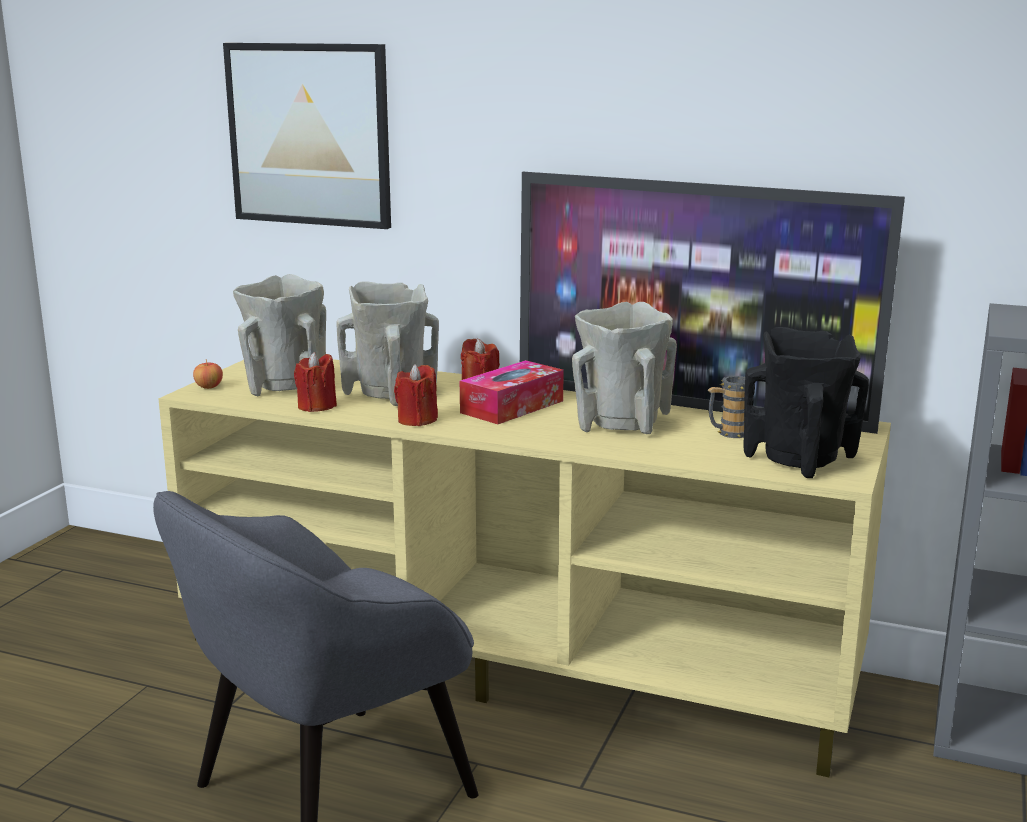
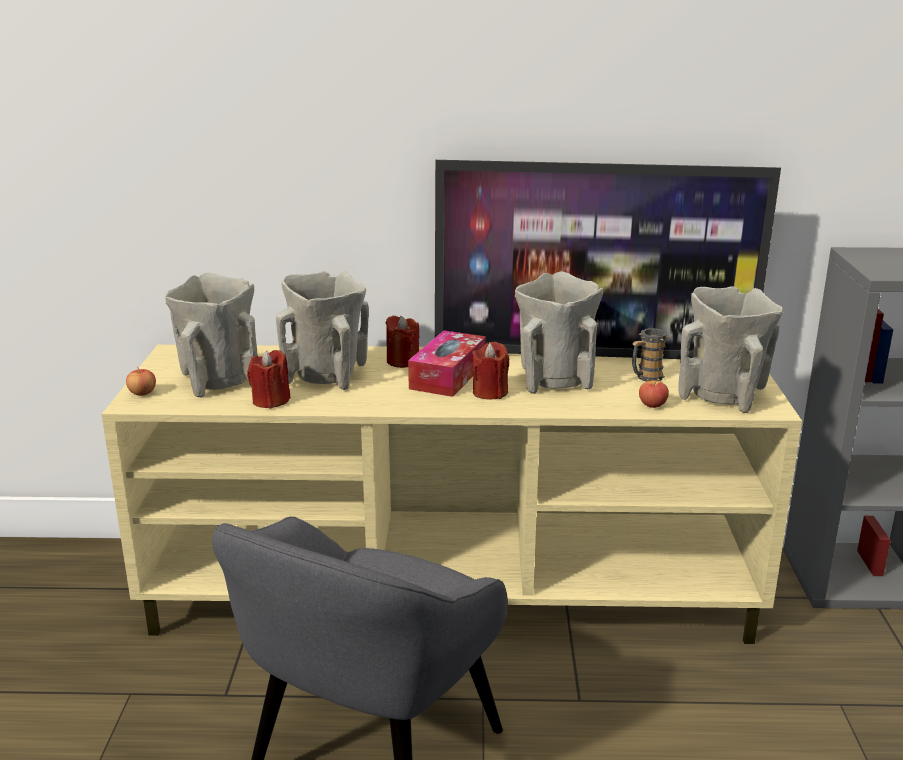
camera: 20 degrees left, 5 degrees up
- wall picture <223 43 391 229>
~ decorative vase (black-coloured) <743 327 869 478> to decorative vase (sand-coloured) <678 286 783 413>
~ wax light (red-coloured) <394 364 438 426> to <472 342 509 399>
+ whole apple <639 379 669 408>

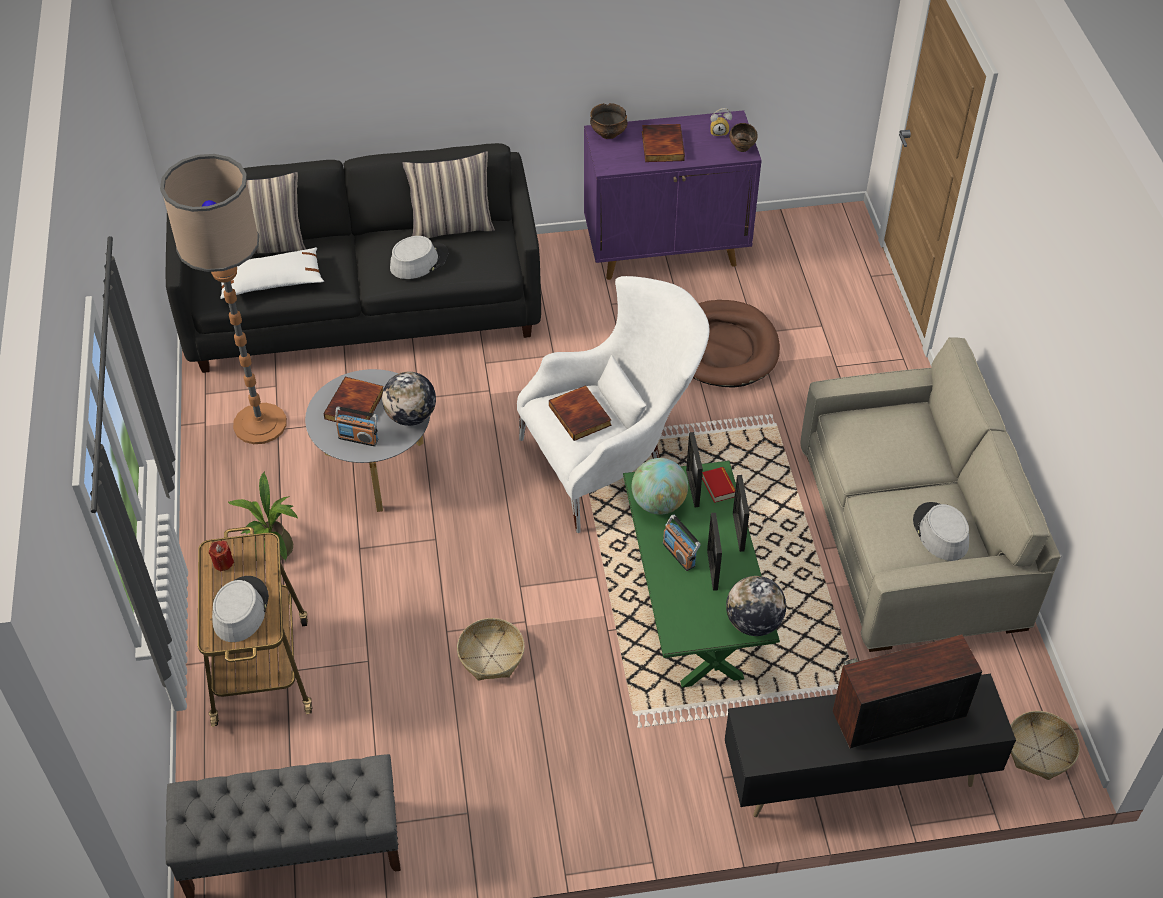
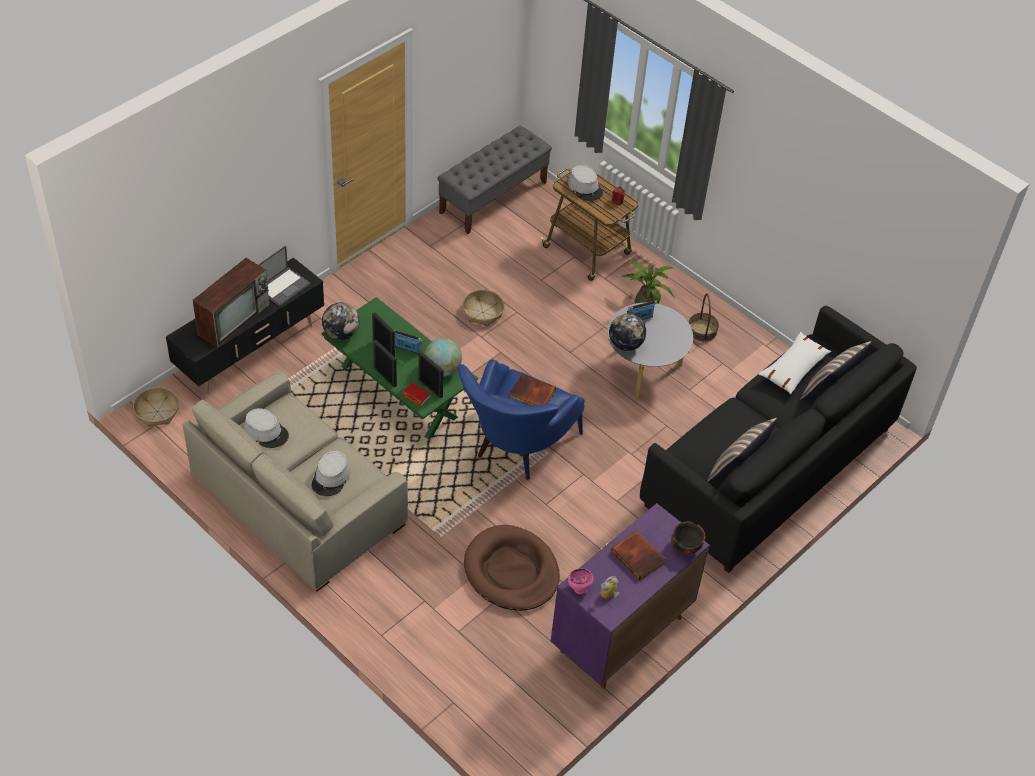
camera: 140 degrees right, 0 degrees up
~ deep dish (brown-coloured) <729 123 758 152> to deep dish (pink) <568 569 594 594>
- standard lamp <160 154 287 444>
~ clothing hat (grey) <390 236 448 279> to <311 451 350 496>
~ lounge chair (white-coloured) <517 276 709 533> to lounge chair (blue) <458 359 585 480>
- bound book <324 377 384 422>
+ notebook computer <258 245 311 307>
+ storage basket <689 293 719 342>

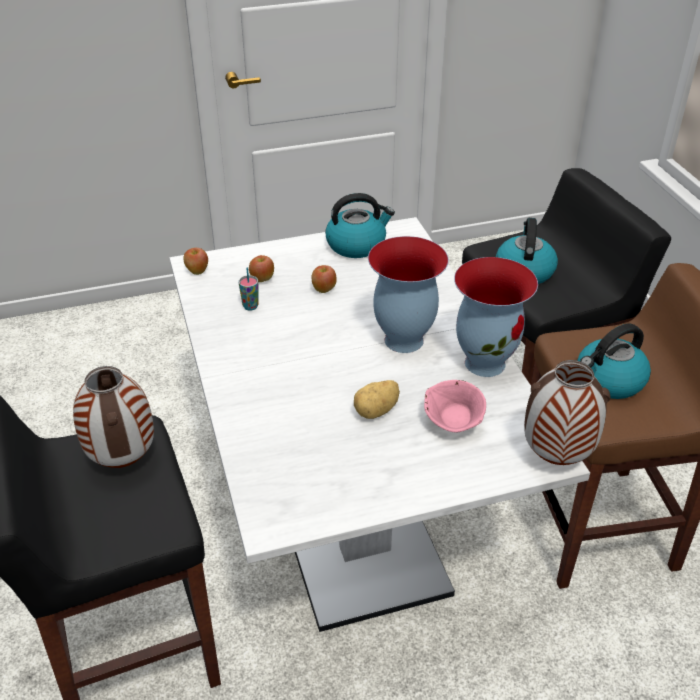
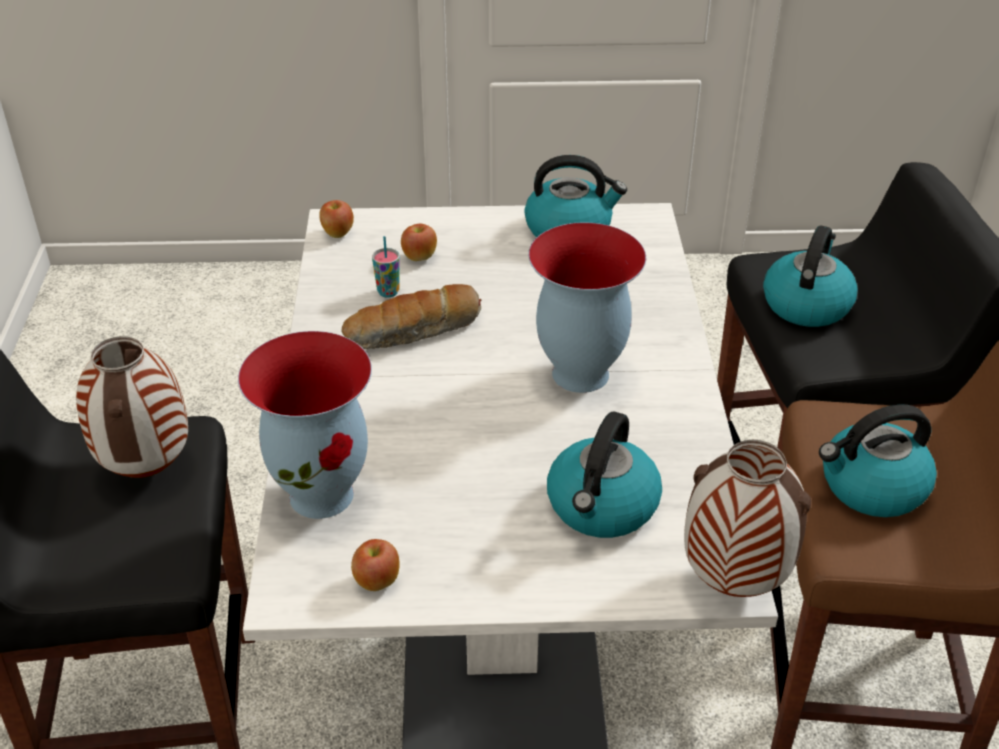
camera: 15 degrees right, 0 degrees up
~ decorative vase <454 257 538 377> to <238 331 372 519>
~ whole apple <312 265 337 293> to <351 539 400 591>
- spud <354 380 400 419>
~ deep dish (pink) <424 380 486 432> to kettle <547 412 662 538>
+ baked bread <341 284 481 349>

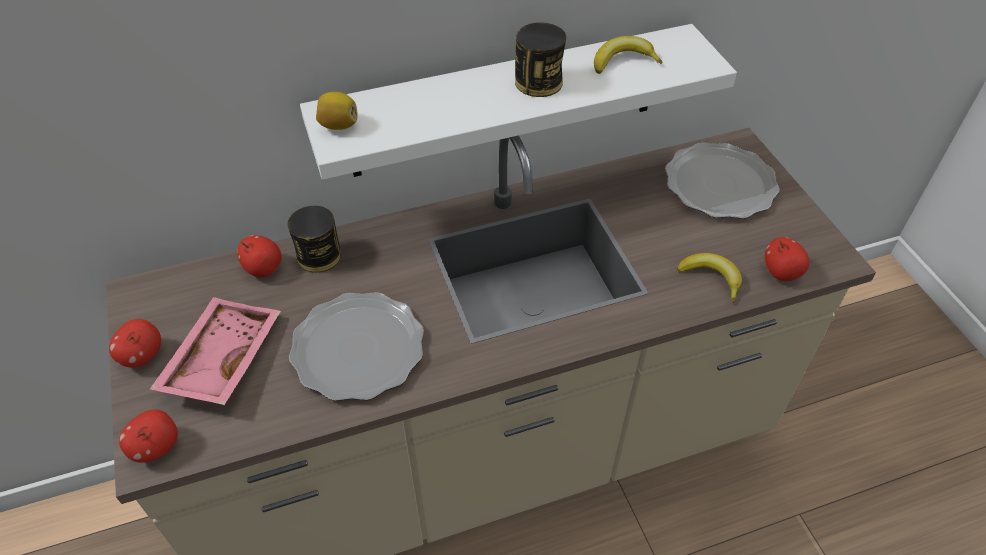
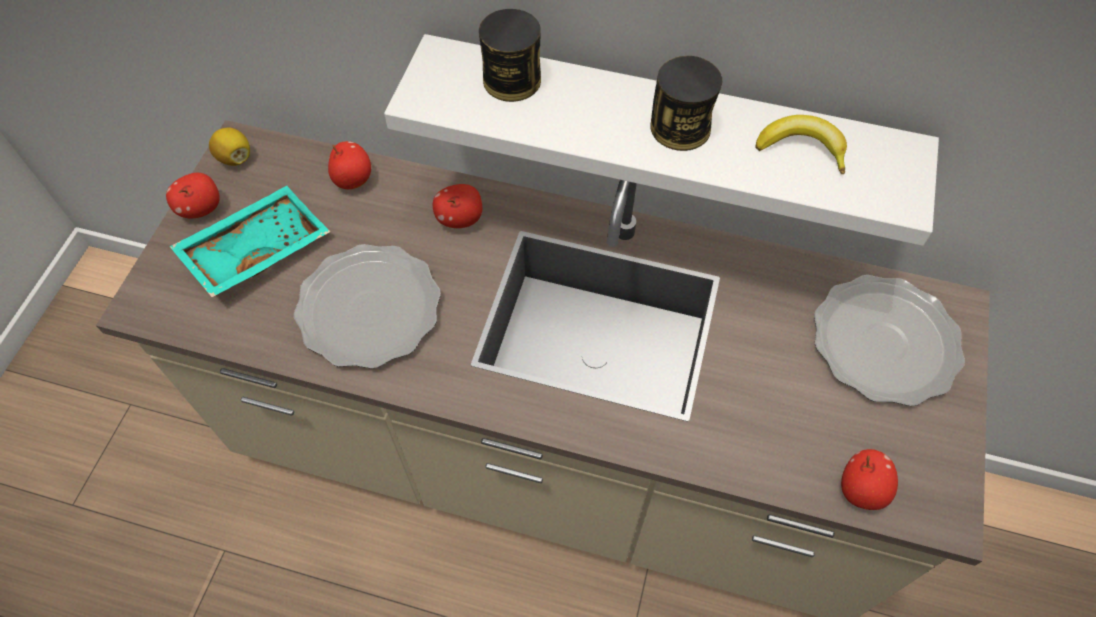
camera: 35 degrees right, 10 degrees up
~ lemon <316 92 358 130> to <209 128 250 166>
~ metal can <287 206 341 273> to <479 9 541 102>
- banana <677 253 742 302>
~ tray (pink) <150 297 281 405> to tray (blue-green) <169 186 330 297>
~ whole apple <119 409 178 463> to <433 184 482 228>

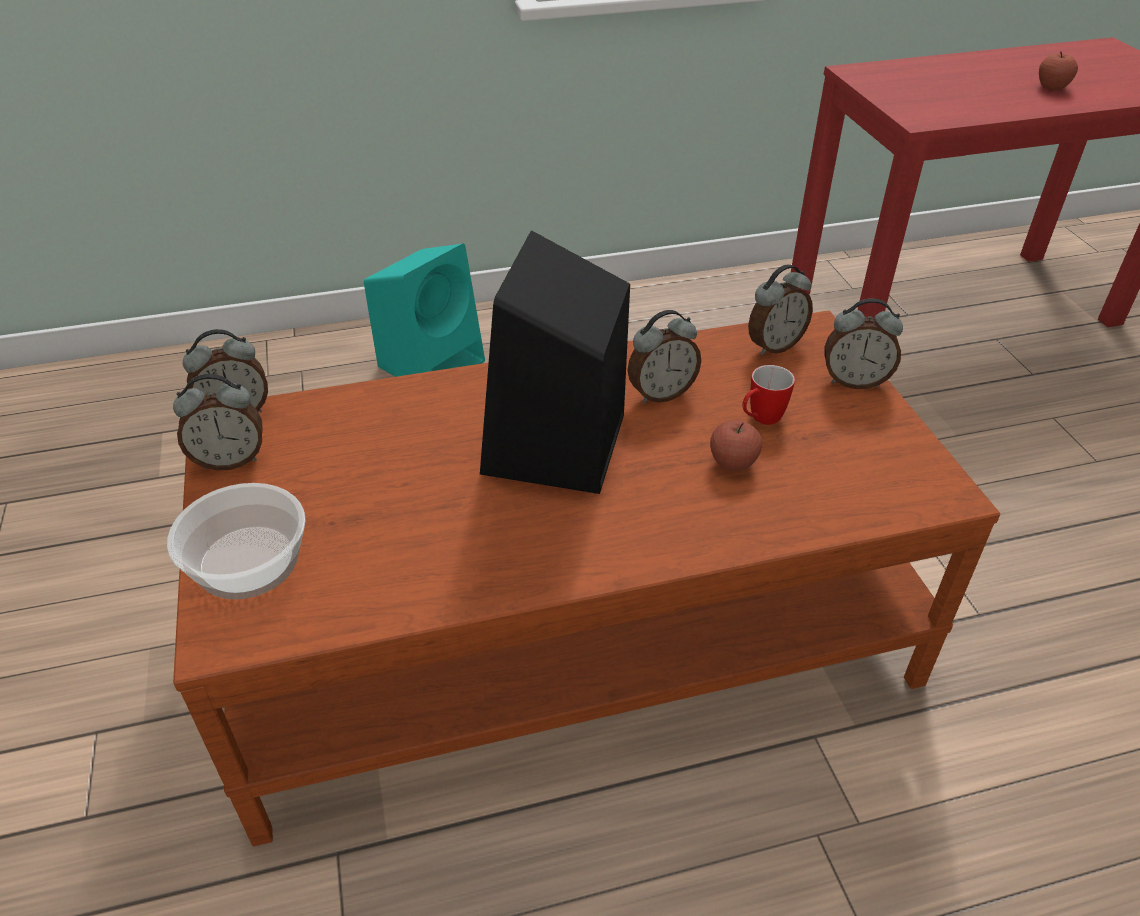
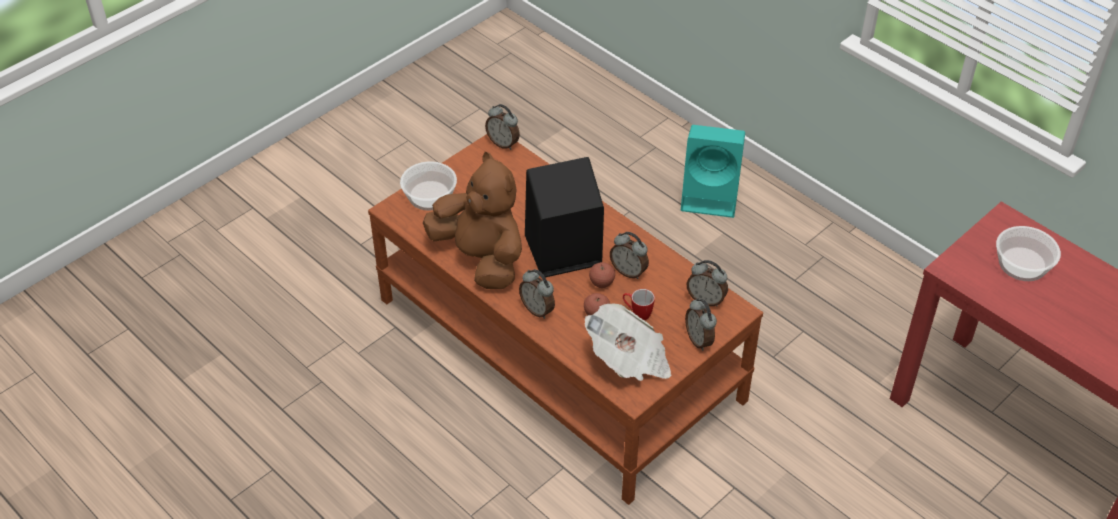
camera: 60 degrees right, 5 degrees up
~ whole apple <1039 52 1078 90> to <589 262 615 288>
~ alarm clock <173 374 263 470> to <519 269 555 319>
+ plush toy (brown-coloured) <423 152 522 289>
+ deep dish <996 226 1061 281>
+ daily paper <585 303 672 381>

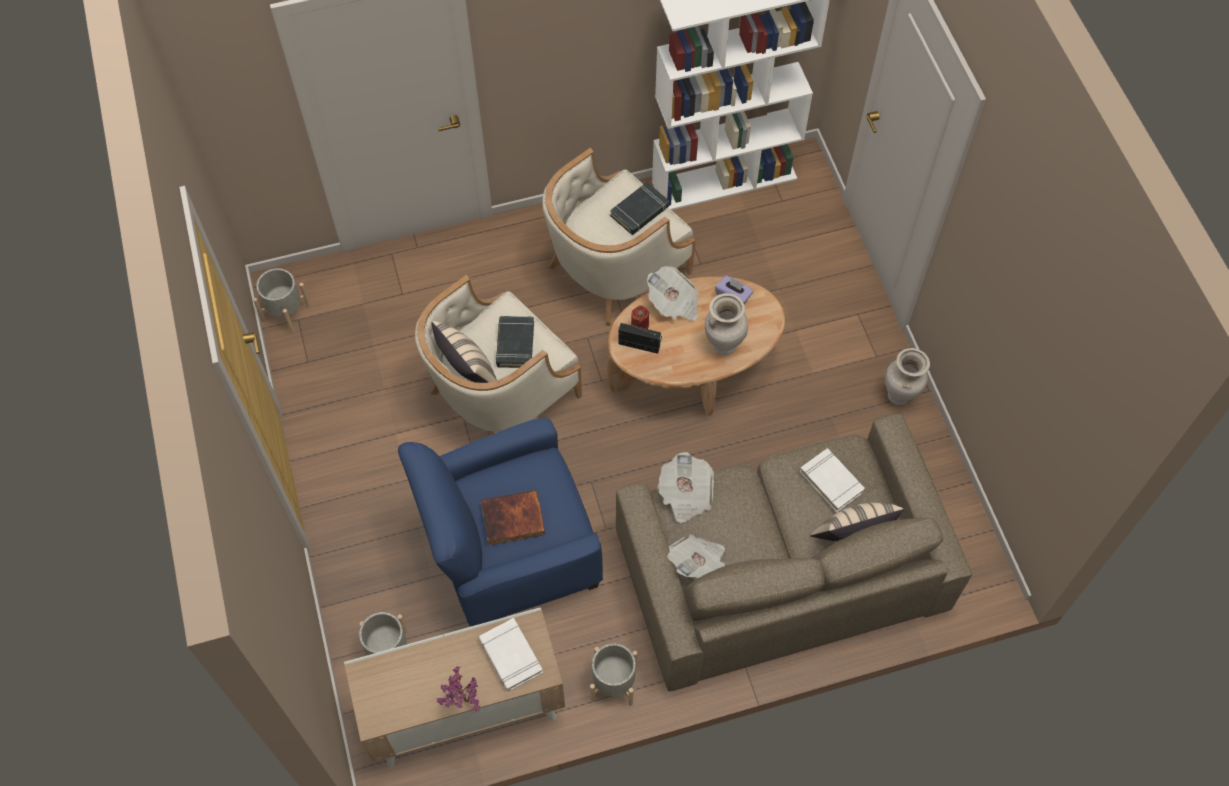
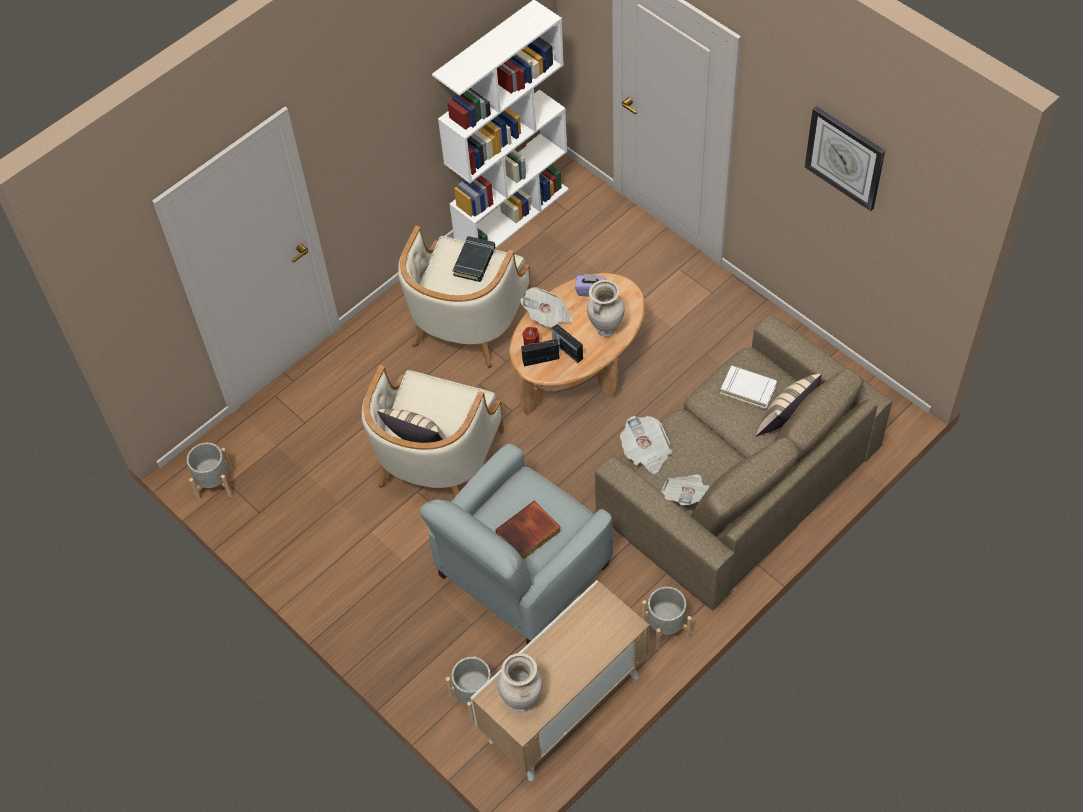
camera: 25 degrees left, 5 degrees down
- bound book (black-coloured) <496 316 534 368>
~ decorative vase (sand-coloured) <885 348 930 405> to <498 653 542 712>
~ lounge chair (blue) <398 418 603 626> to lounge chair (grey) <420 444 613 644>
- bound book (white-coloured) <479 618 543 692>
- plant in a pot <437 667 480 713>
+ hanging clock <805 106 885 211>
+ radio <552 324 583 363>

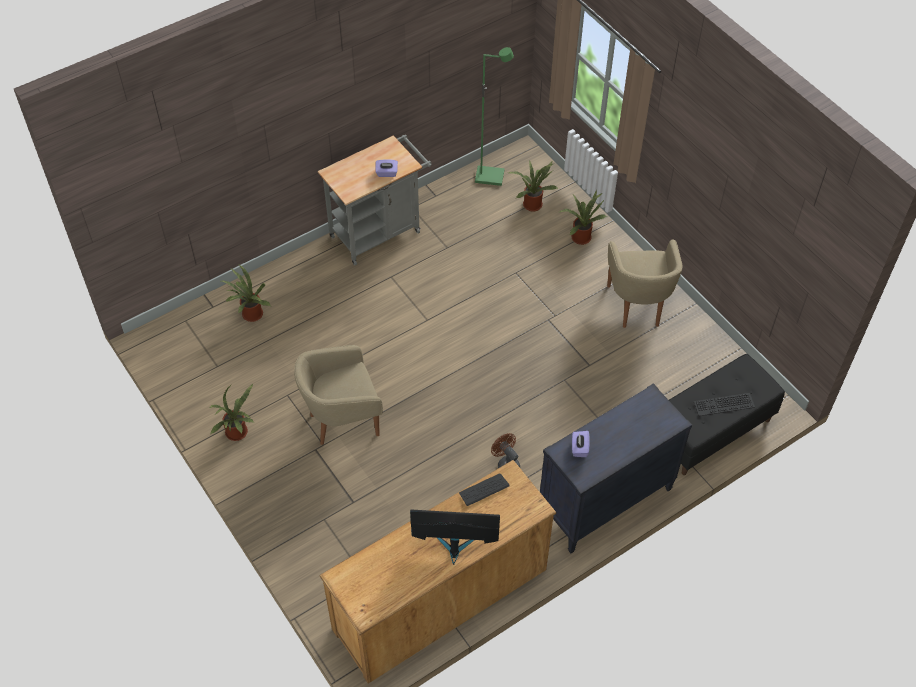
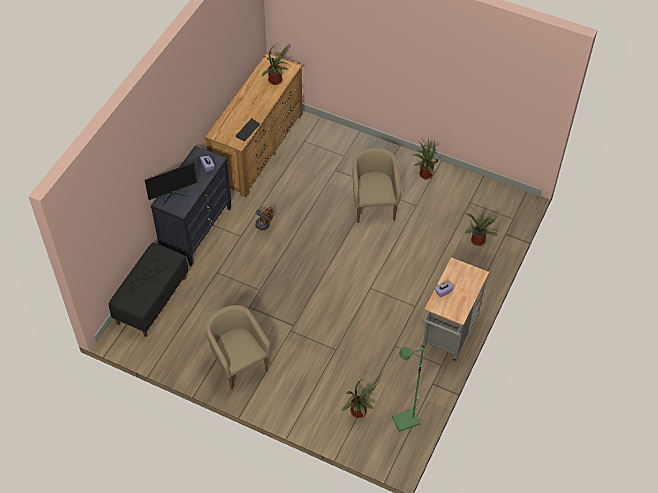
camera: 150 degrees right, 0 degrees up
~ plant in a pot <560 190 607 245> to <261 45 288 85>
~ lounge chair (sand-coloured) <294 345 383 445> = <352 148 401 223> 45 degrees counterclockwise
~ monitor <410 509 500 565> to <145 162 197 207>

